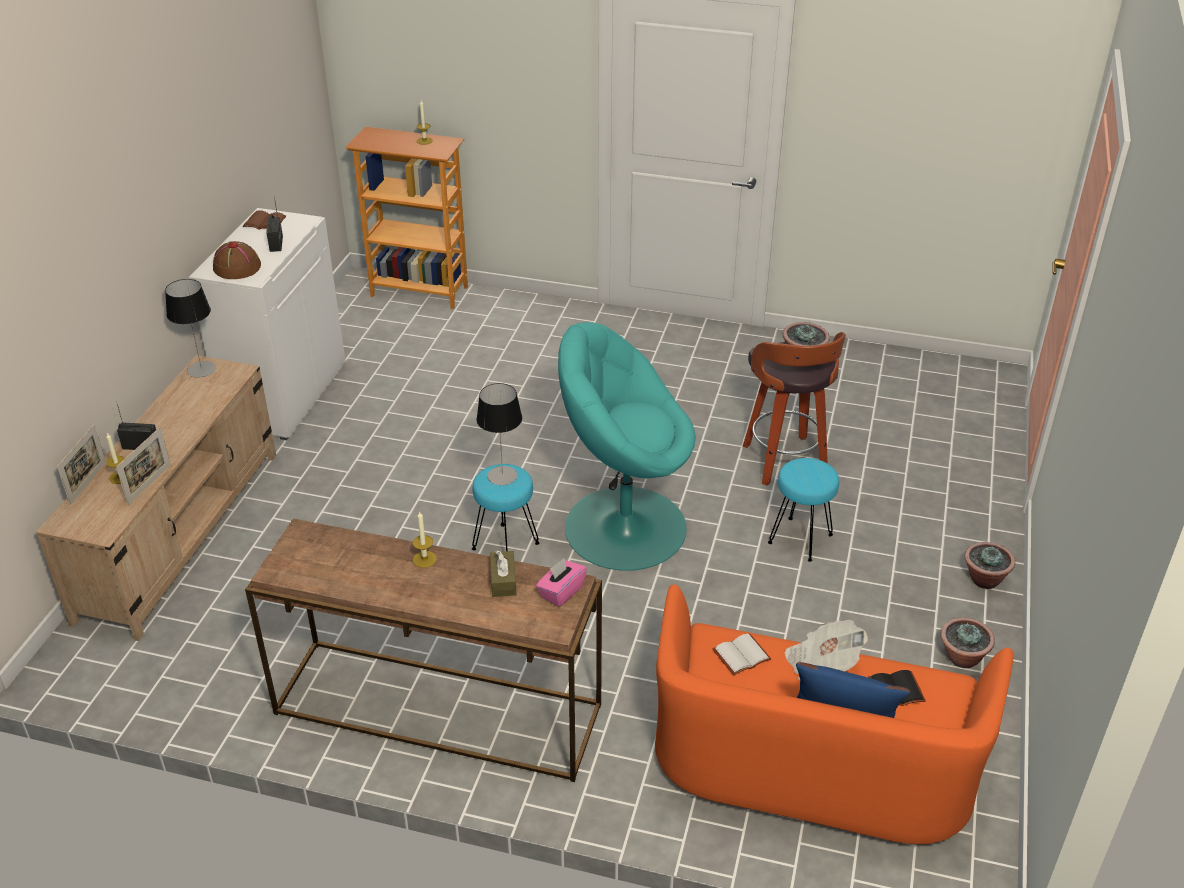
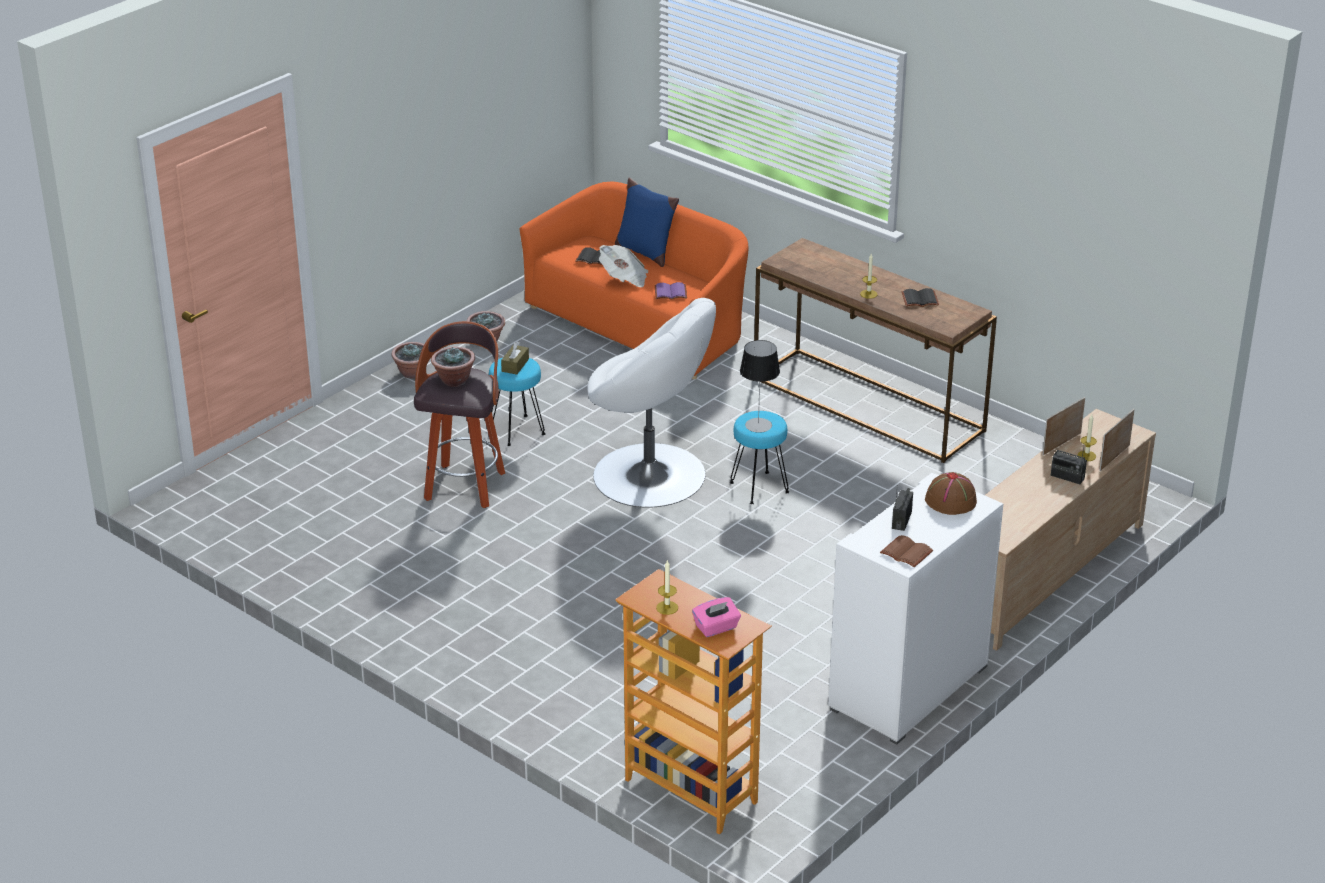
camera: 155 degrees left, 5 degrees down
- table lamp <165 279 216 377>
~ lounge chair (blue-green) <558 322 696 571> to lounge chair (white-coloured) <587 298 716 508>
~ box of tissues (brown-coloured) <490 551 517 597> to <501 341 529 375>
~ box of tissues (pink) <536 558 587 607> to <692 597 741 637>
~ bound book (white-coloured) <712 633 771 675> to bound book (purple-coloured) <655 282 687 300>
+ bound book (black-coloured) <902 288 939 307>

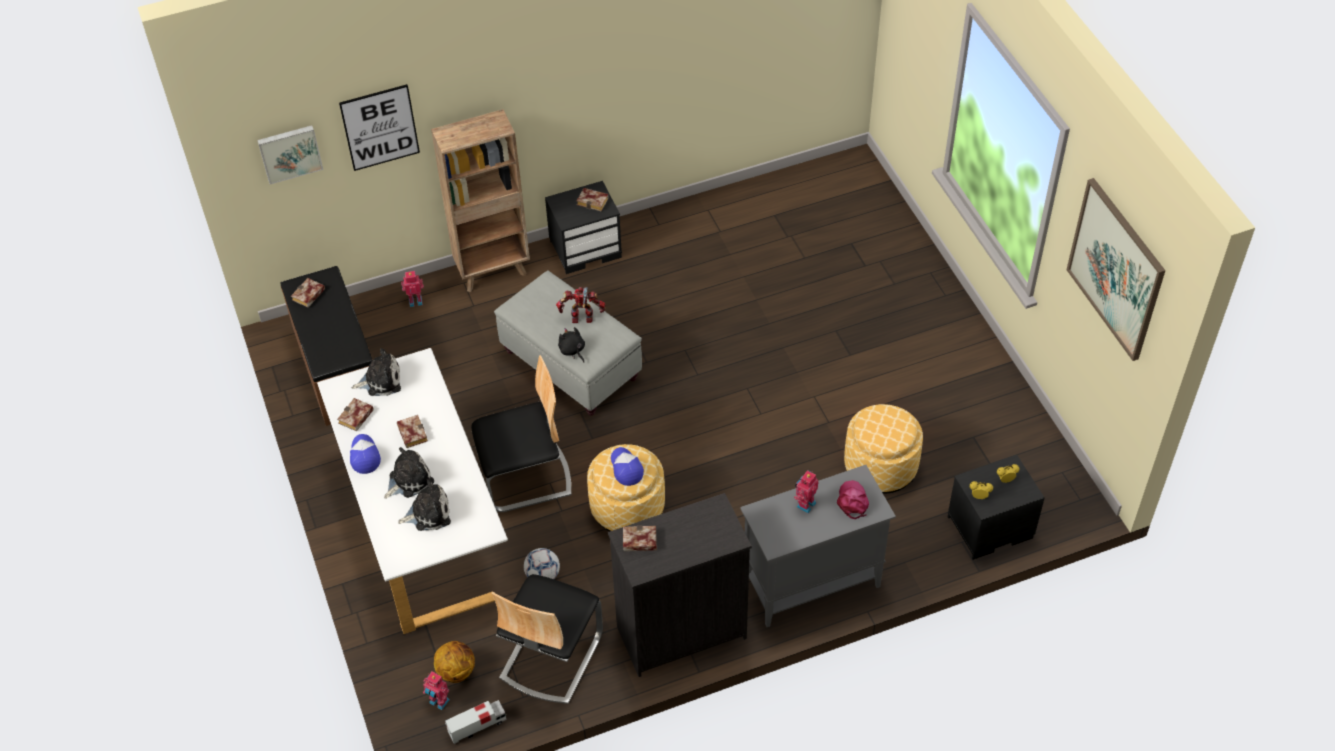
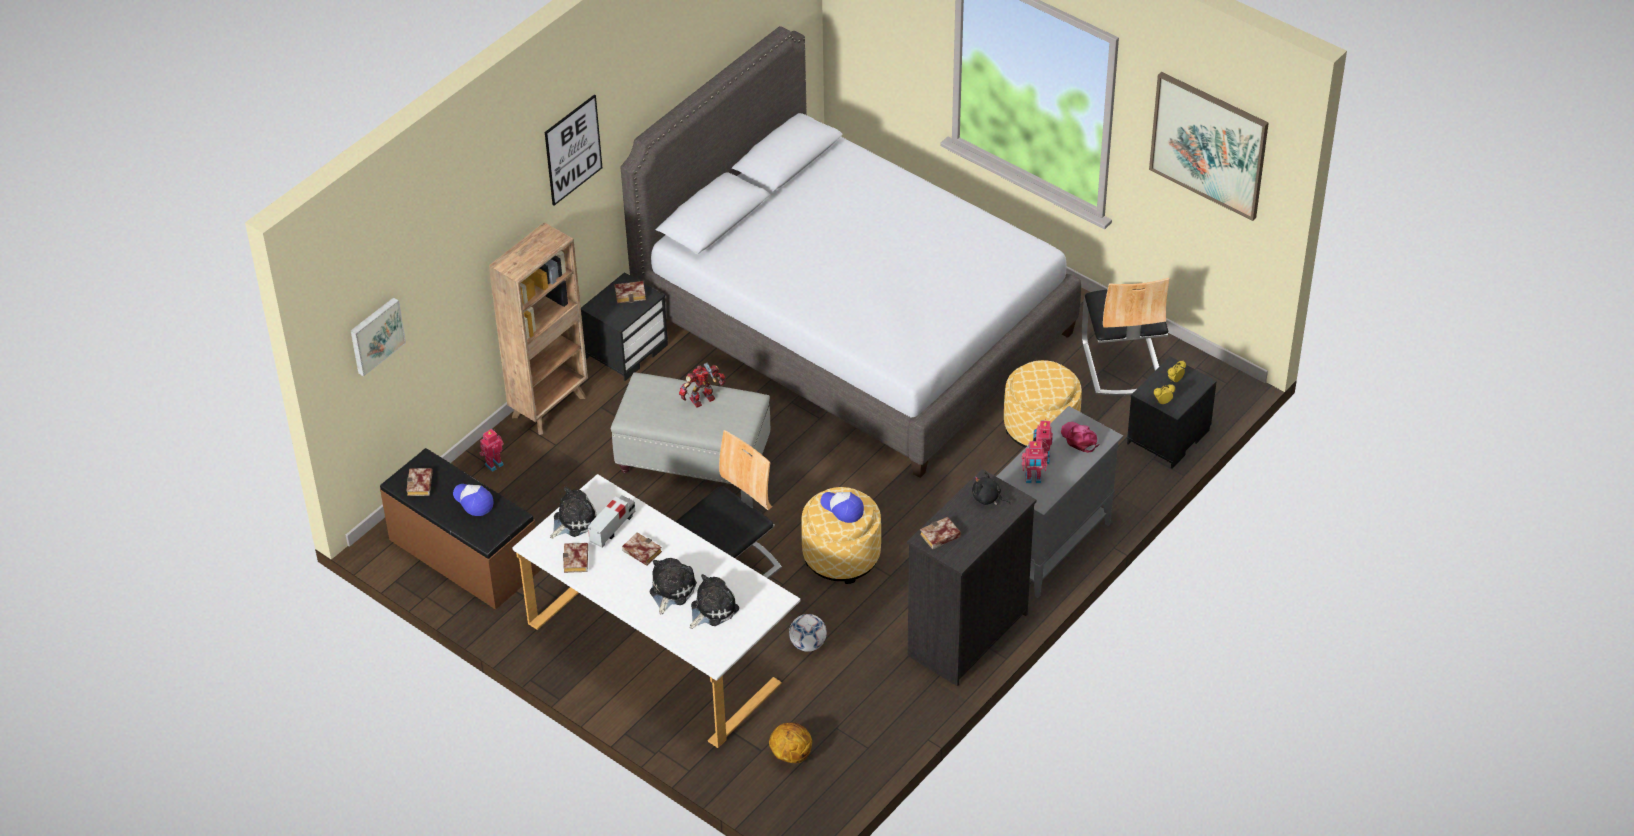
camera: 30 degrees left, 5 degrees down
~ wall picture <339 84 420 171> to <545 95 602 206>
~ plush toy (black-coloured) <558 327 585 363> to <972 471 1010 505>
~ baseball cap <350 434 381 474> to <453 484 493 516>
~ chair <492 574 603 704> to <1082 278 1169 396>
~ model robot <423 672 450 710> to <1022 441 1048 483>
~ model truck <445 700 506 744> to <588 495 635 548>
+ bedroom bed (grey) <620 26 1081 478>

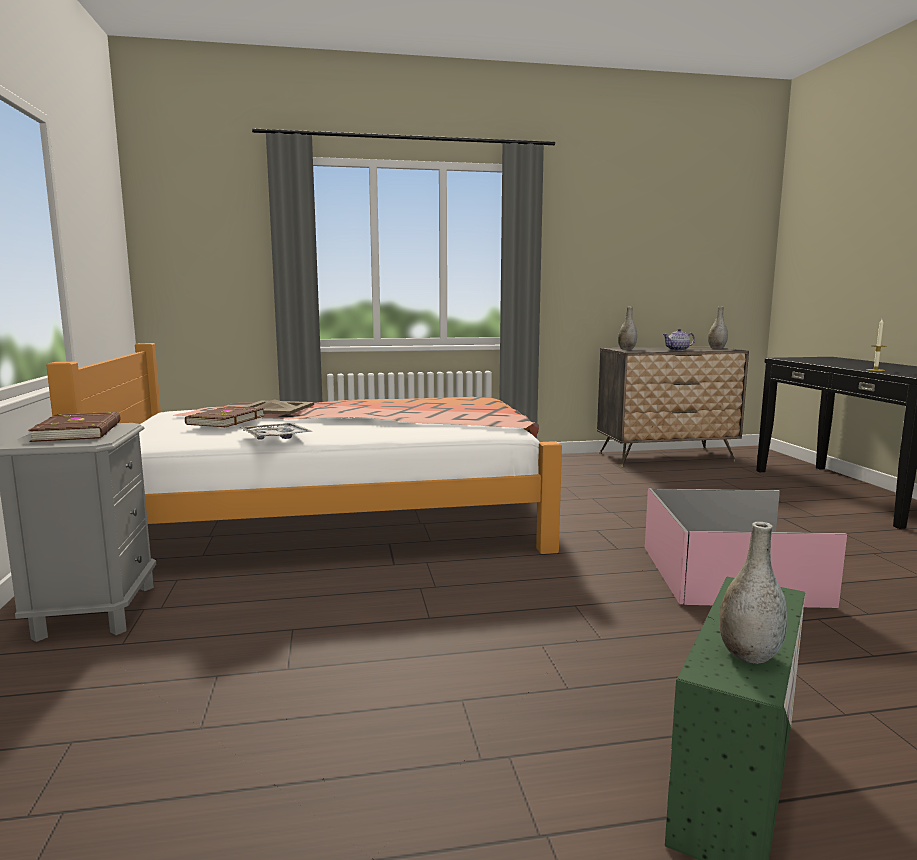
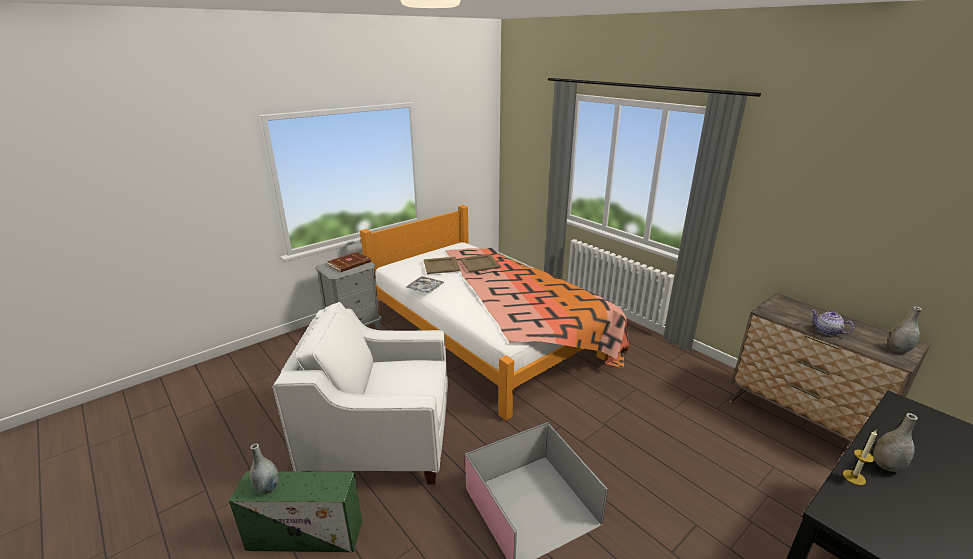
camera: 60 degrees right, 15 degrees up
~ decorative vase (grey) <618 307 637 350> to <873 413 918 472>
~ bound book (brown-coloured) <185 406 265 427> to tray (sand-coloured) <424 257 461 274>
+ lounge chair (white-coloured) <273 302 448 485>

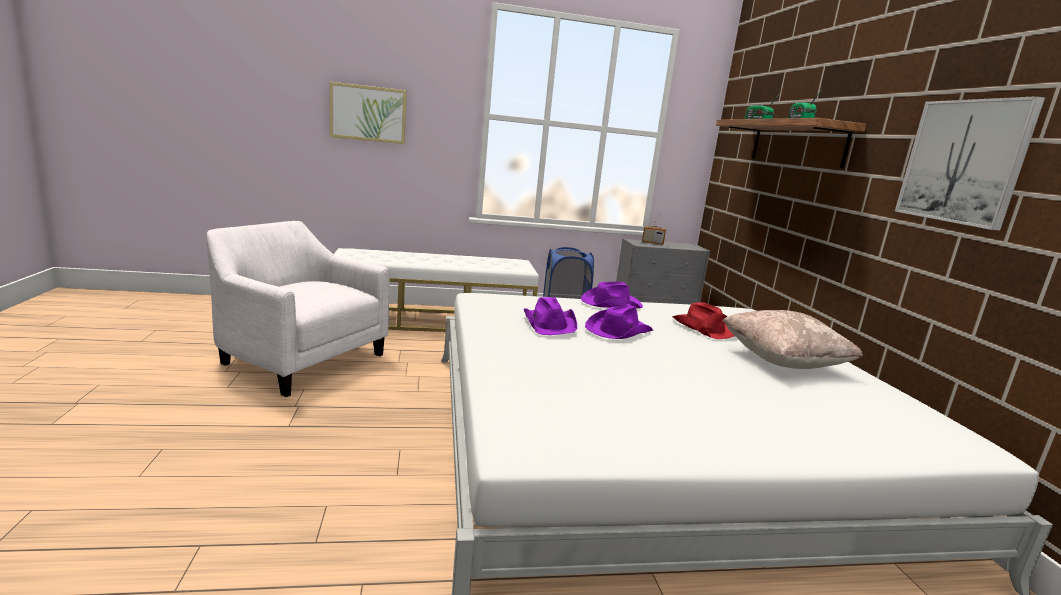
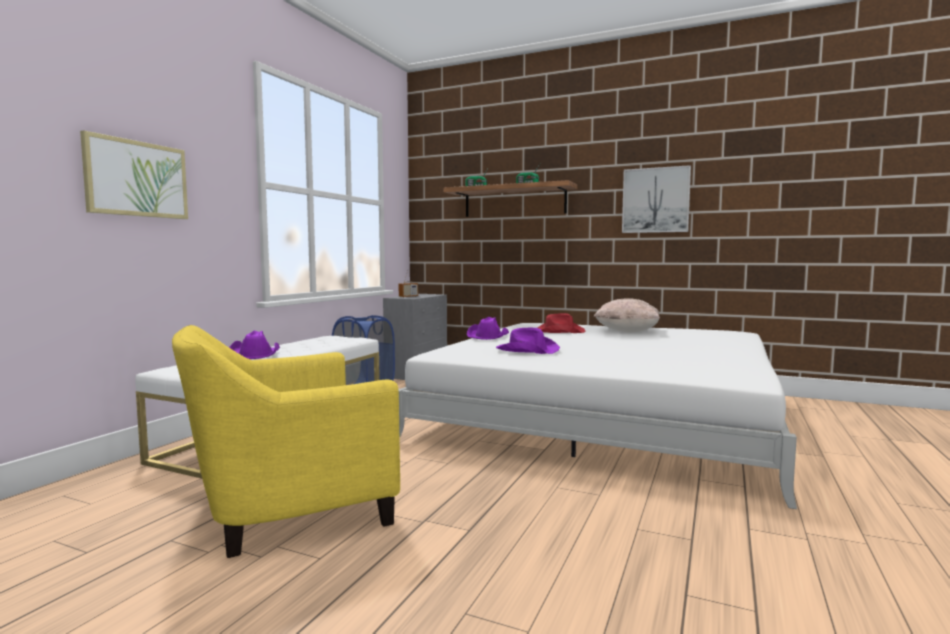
camera: 55 degrees left, 10 degrees down
~ lounge chair (white-coloured) <206 221 390 397> to lounge chair (yellowish) <172 325 400 558>
~ clothing hat (purple-coloured) <585 304 653 339> to <229 330 280 359>

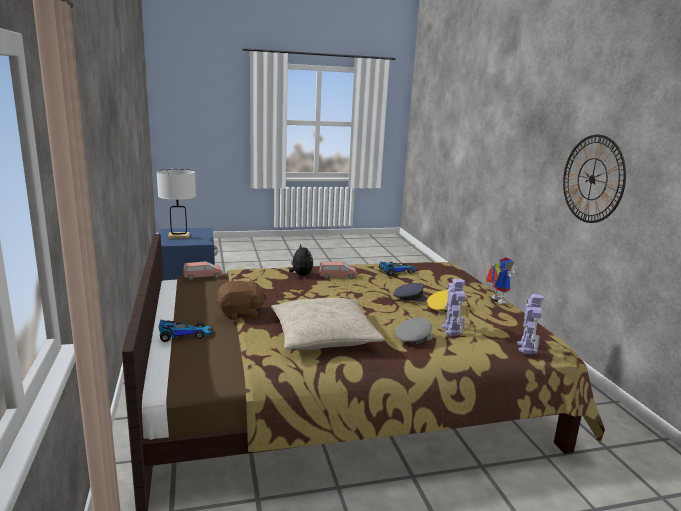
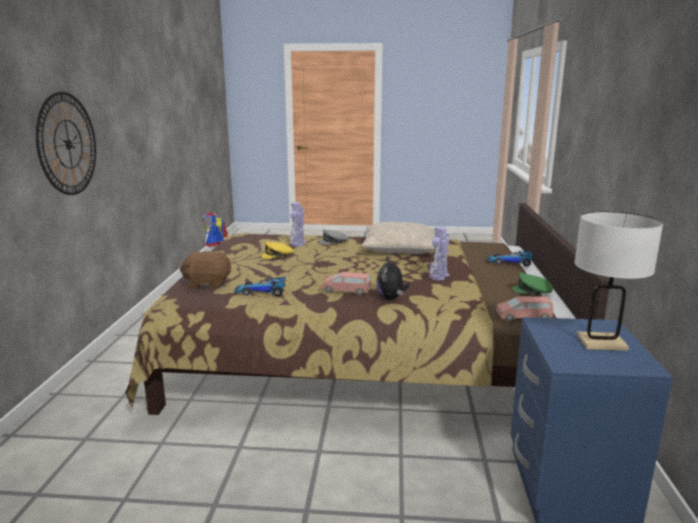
camera: 160 degrees left, 0 degrees up
~ plush toy (brown-coloured) <216 279 268 320> to <180 251 231 290>
- baseball cap (grey) <393 283 427 302>
~ model robot <517 294 544 355> to <429 227 450 281>
+ baseball cap (green-coloured) <512 272 553 295>

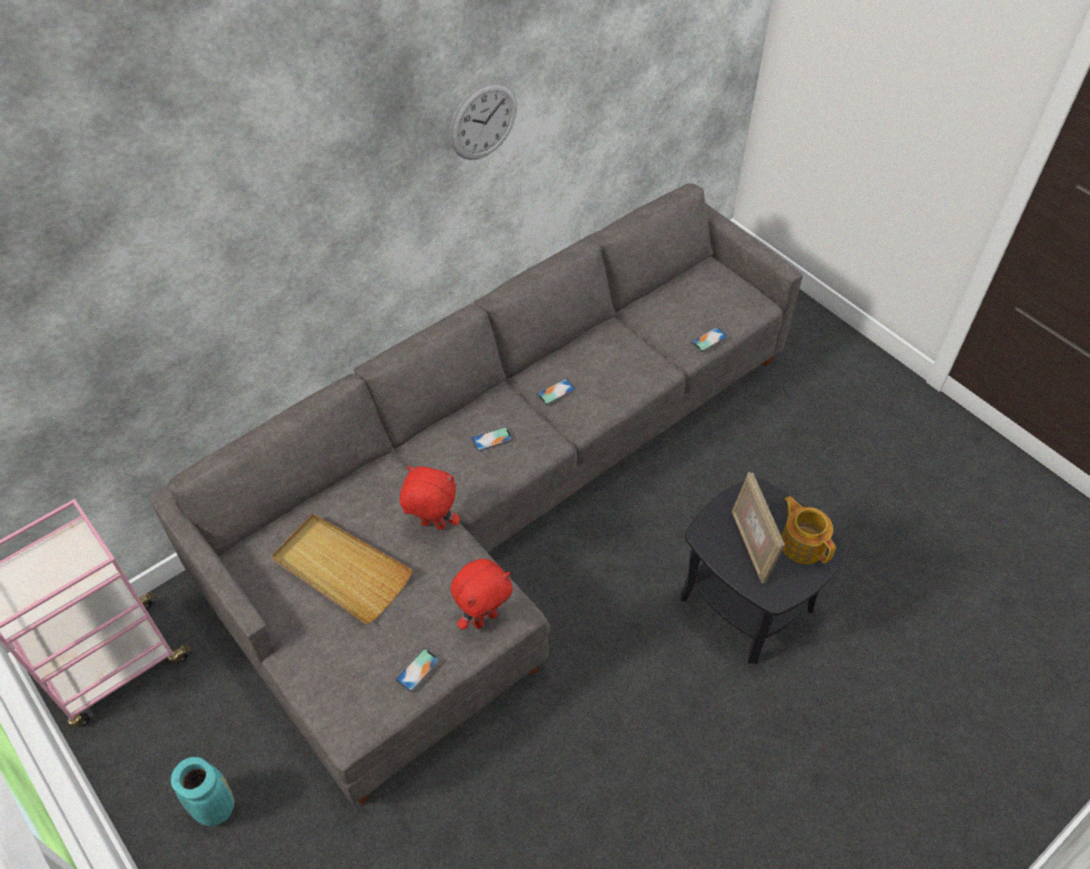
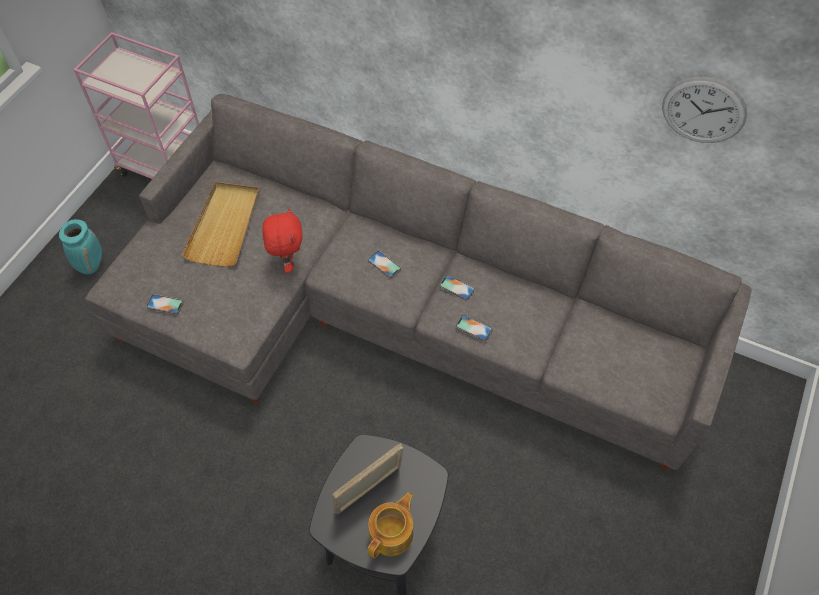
camera: 65 degrees right, 5 degrees up
~ hanging clock <450 81 517 160> to <662 77 747 143>
~ telephone <691 327 728 352> to <456 315 493 341>
- plush toy (red-coloured) <450 559 513 629>

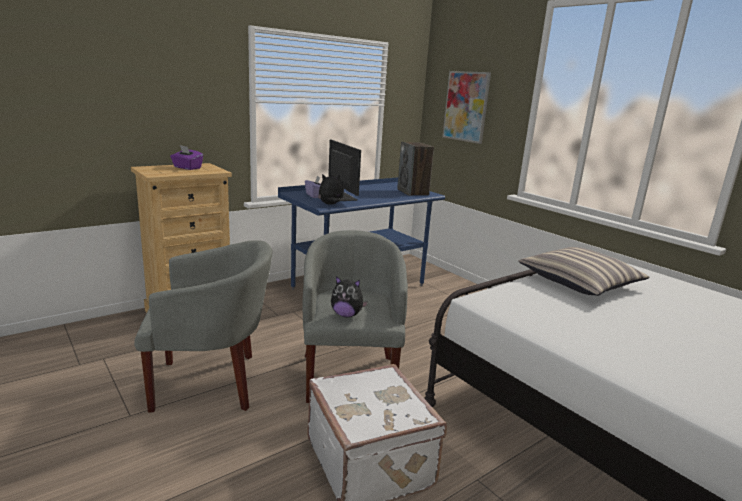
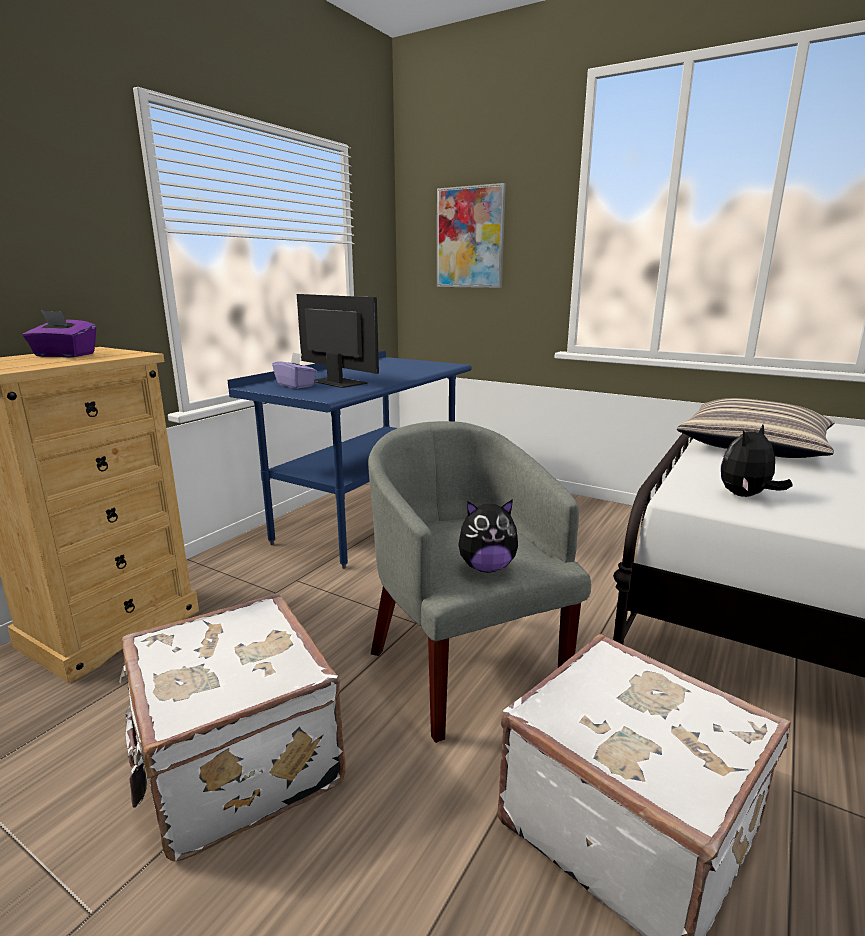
camera: 20 degrees left, 0 degrees up
- audio speaker <397 142 434 196>
~ plush toy <318 174 342 204> to <721 424 793 497>
~ lounge chair (grey) <134 240 273 413> to piece of luggage (white-coloured) <119 593 346 861>

